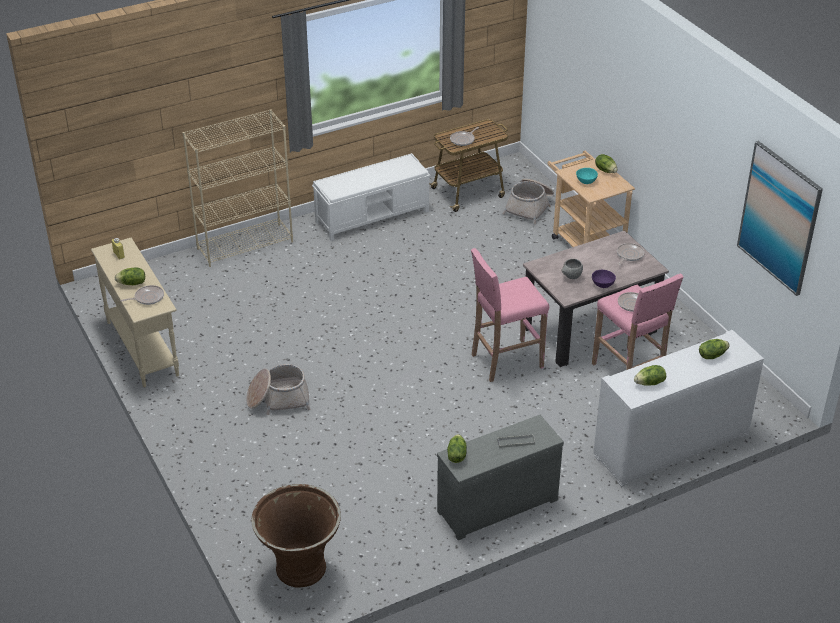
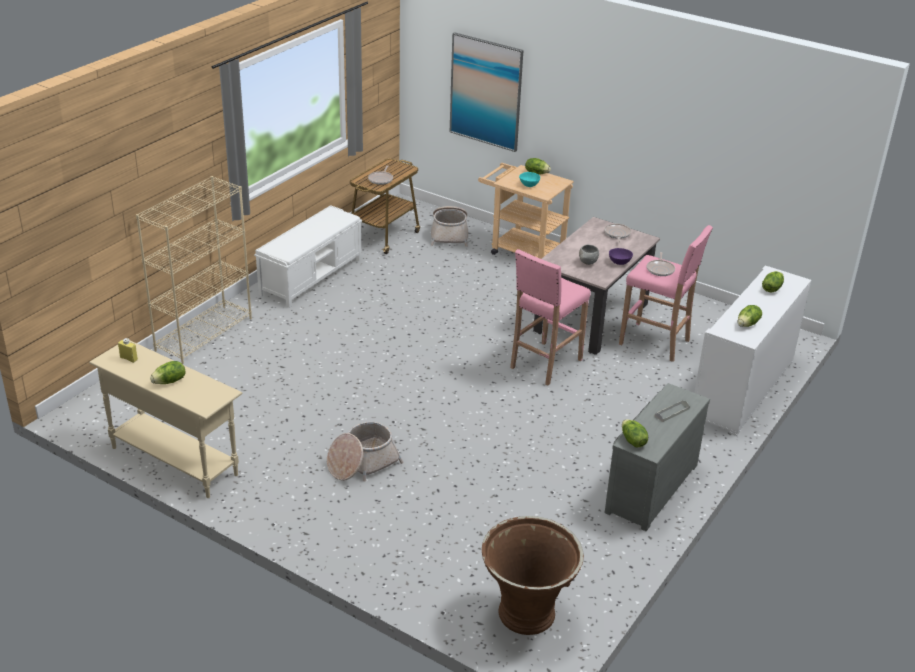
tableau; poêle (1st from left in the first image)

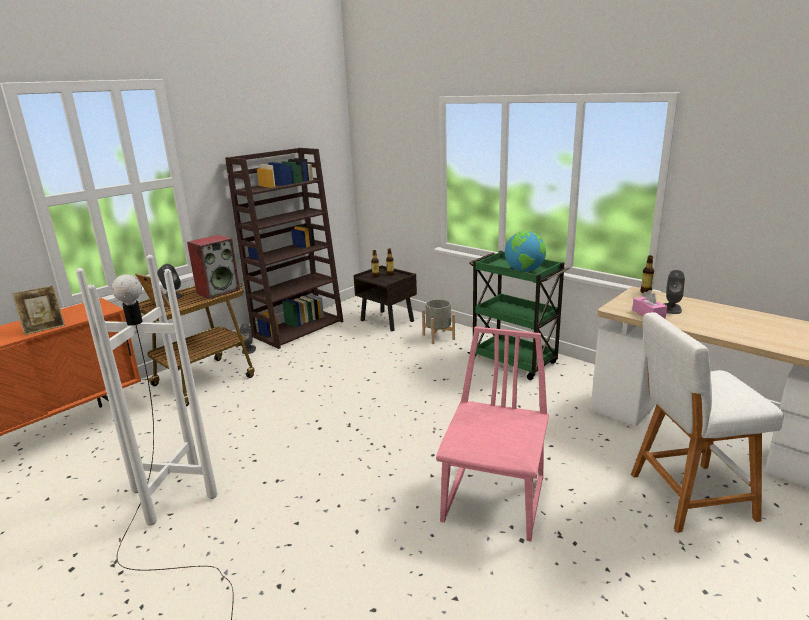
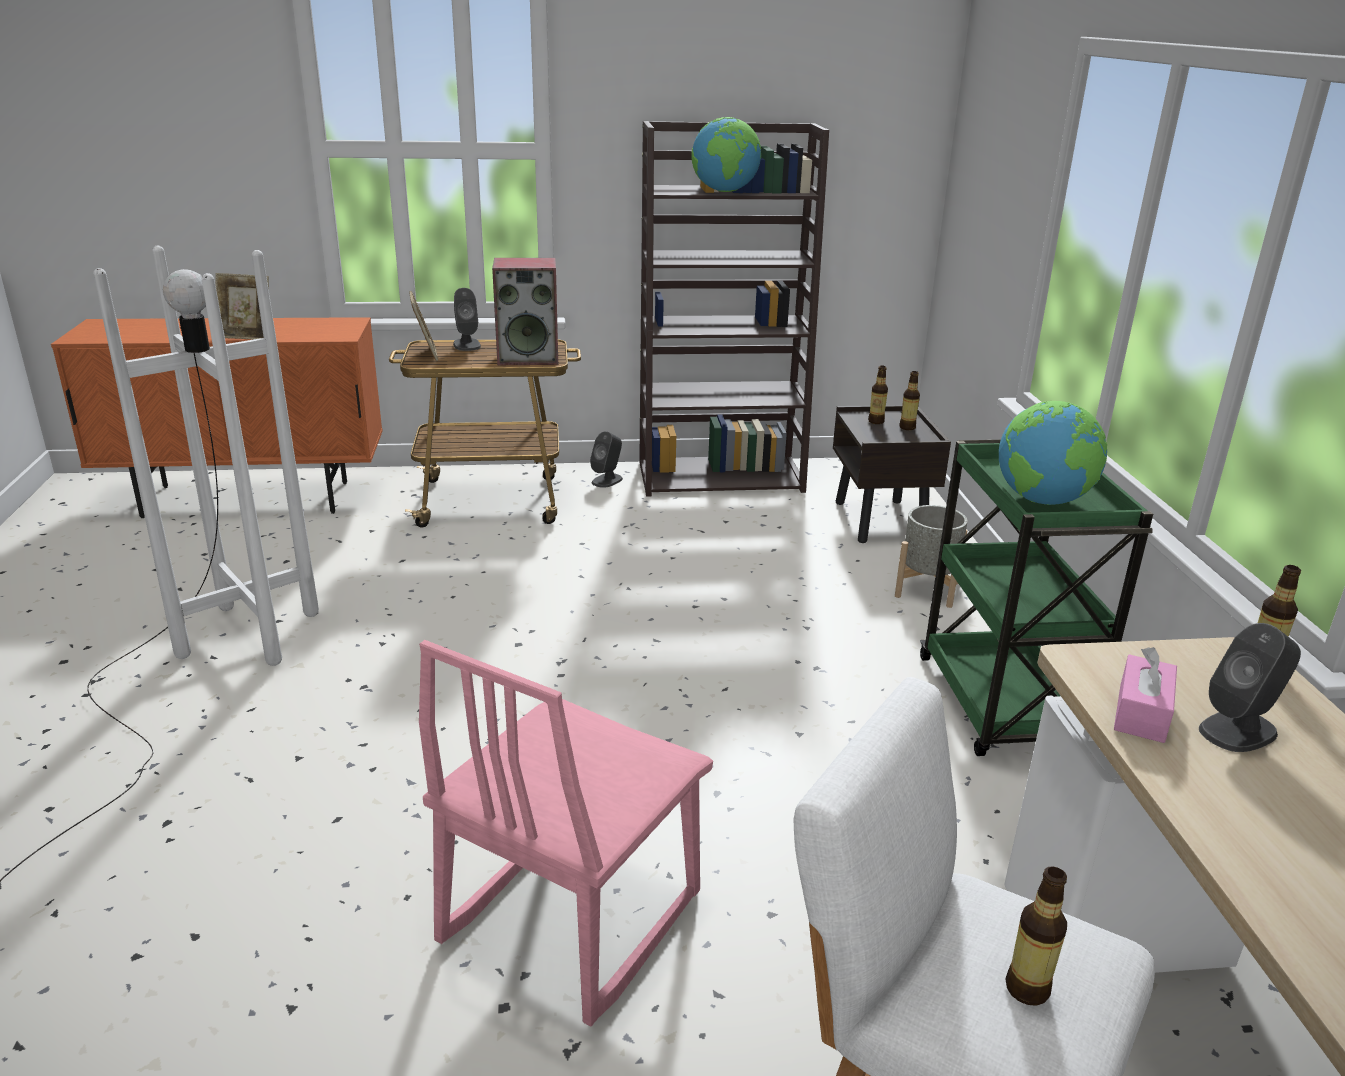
chaise/rose; globe (1st from left); bouteille (3rd from left)

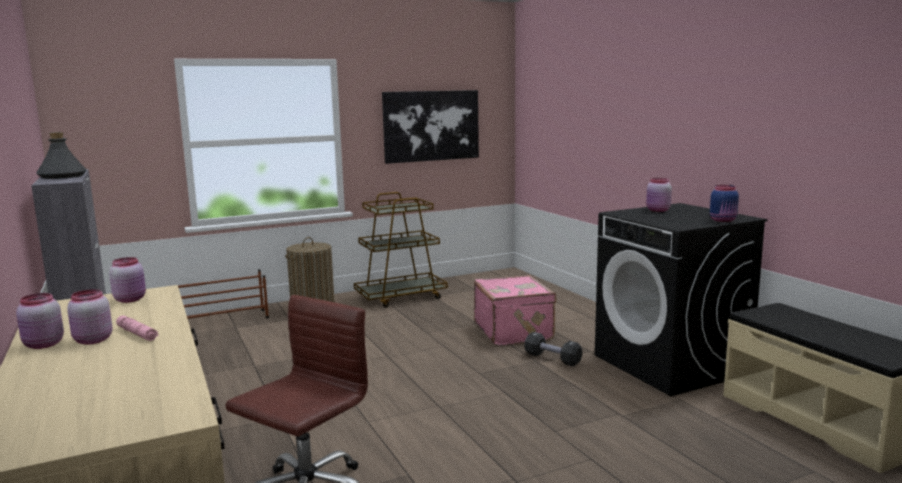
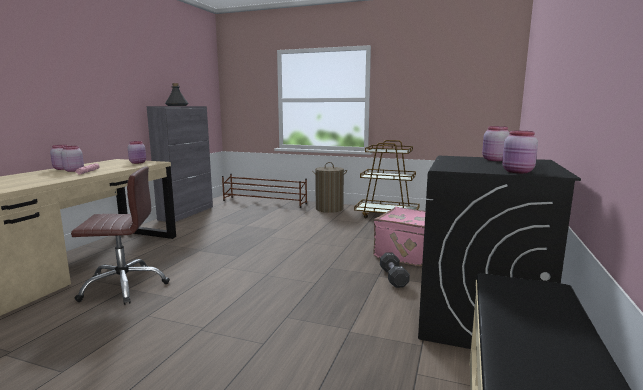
bocal/rose (5th from left); tableau

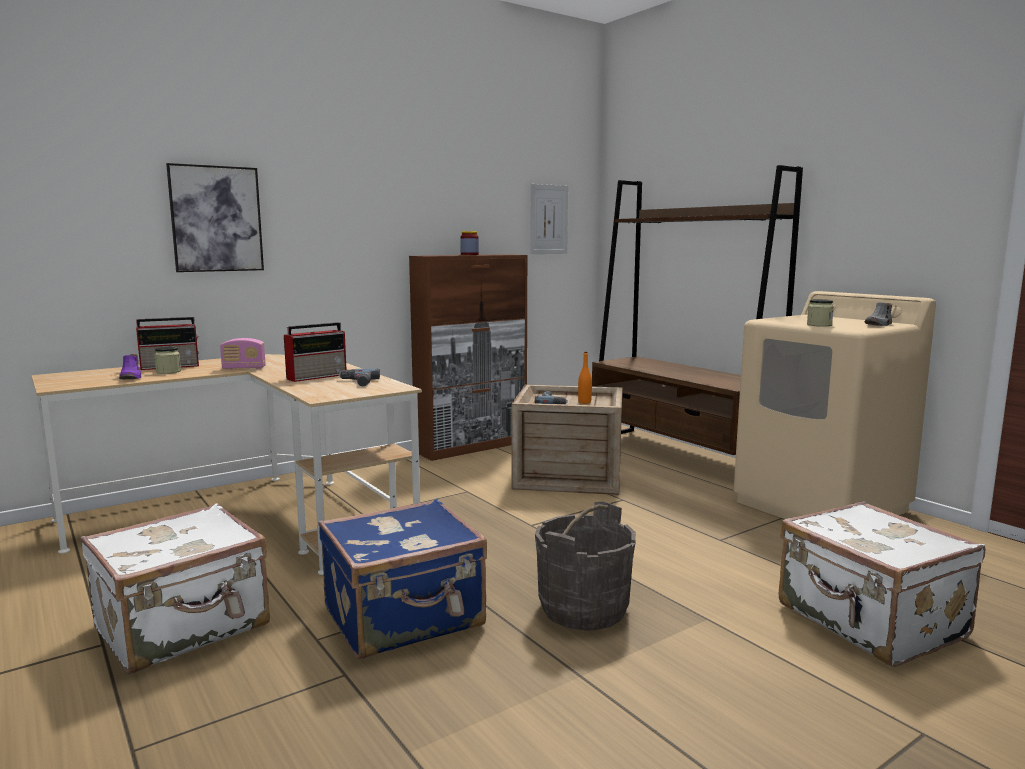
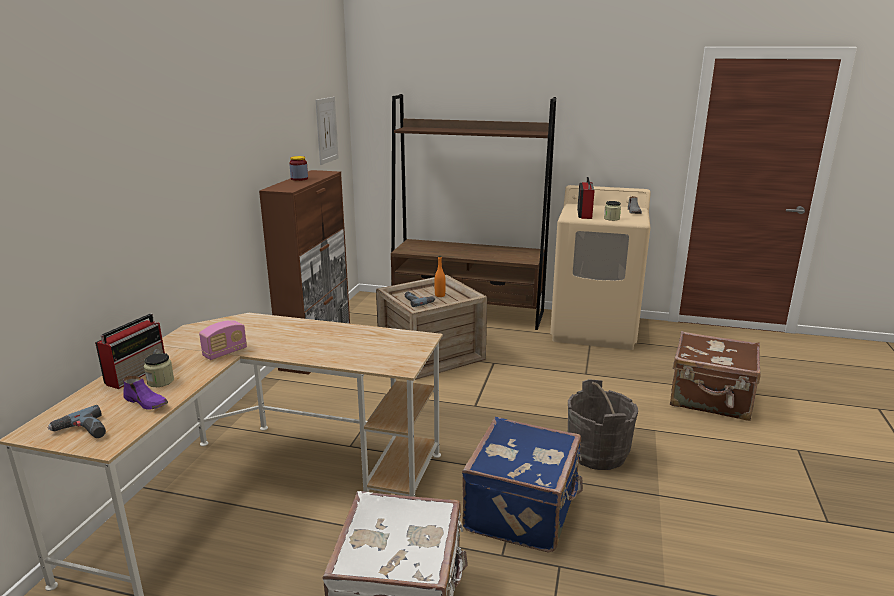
perceuse (1st from left); radio (3rd from left); valise/marron; tableau (1st from left in the first image)

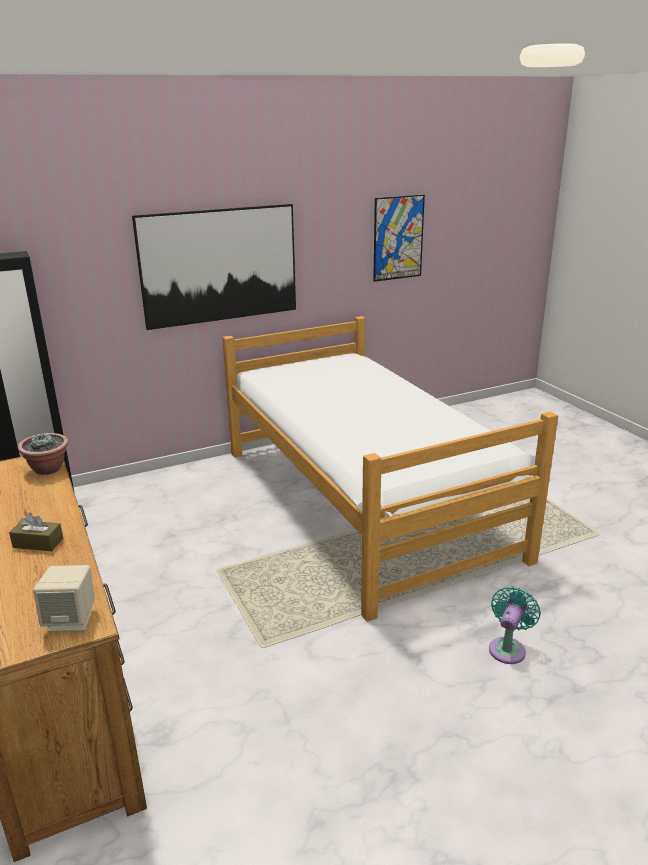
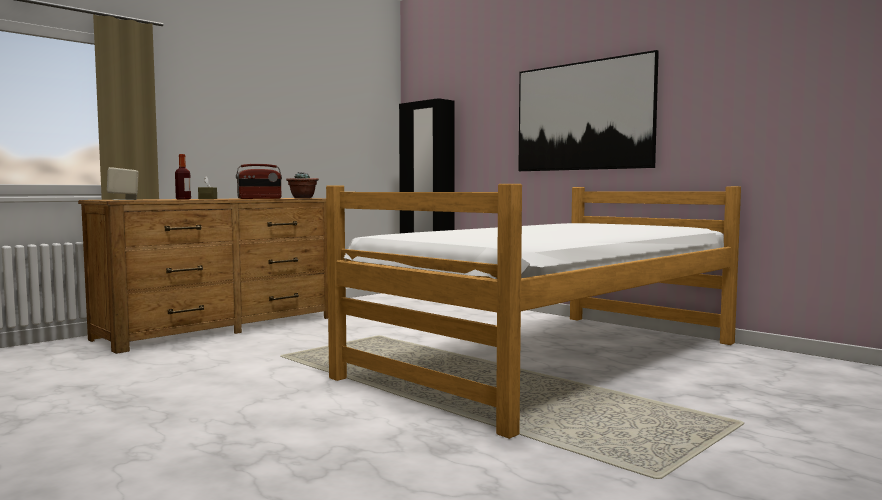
bouteille; radio; tableau (2nd from left in the first image); ventilateur/turquoise

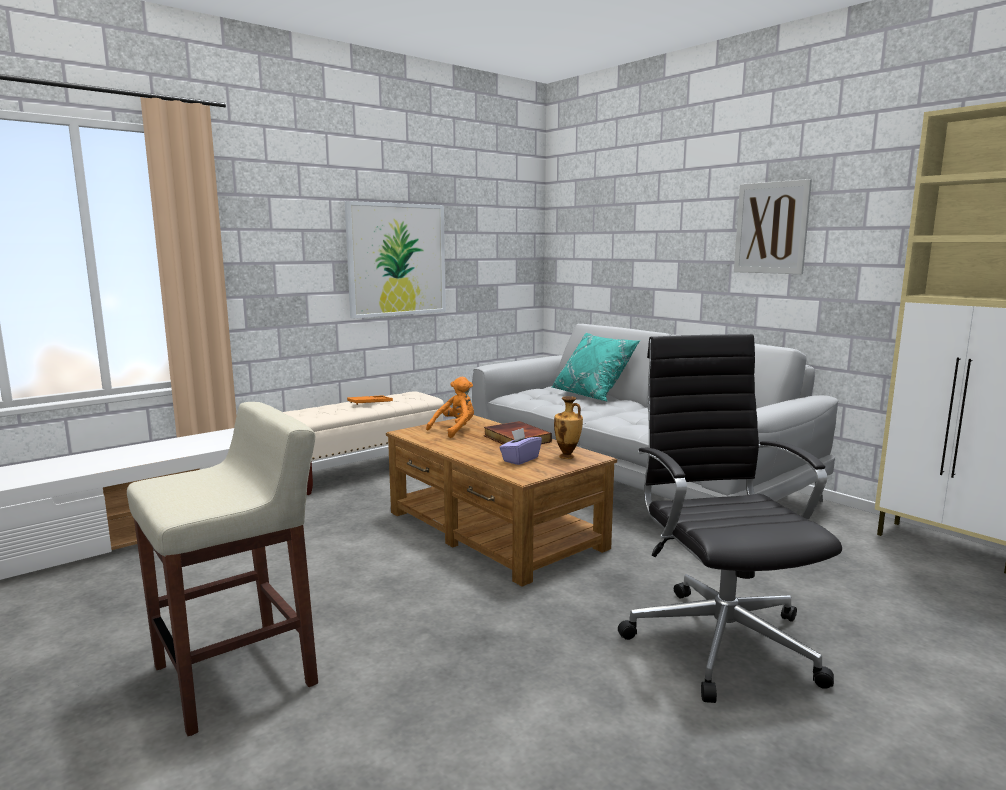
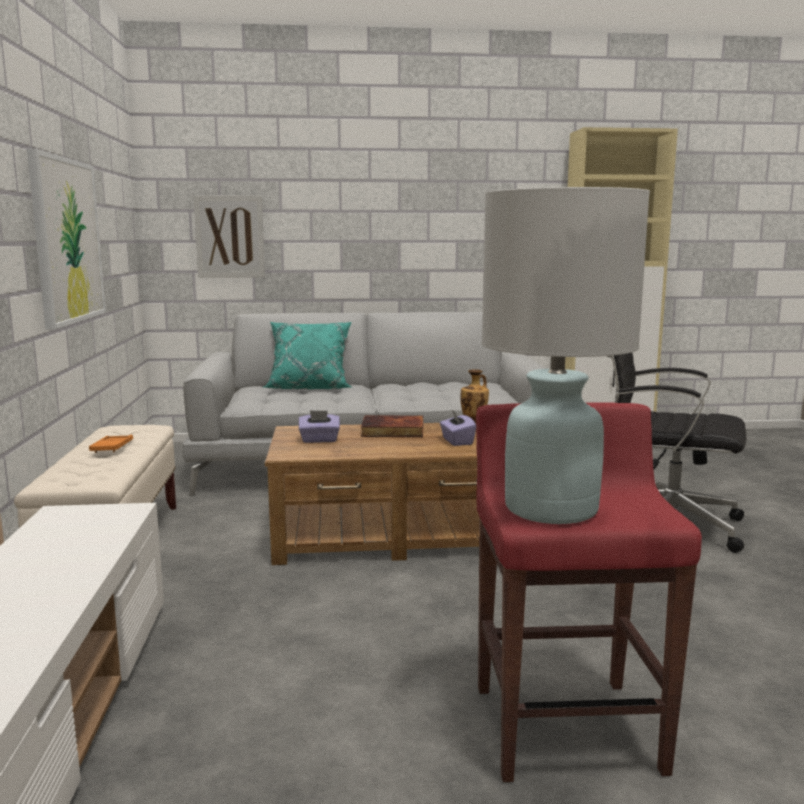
tableau (2nd from left); boîte à mouchoirs/violet (1st from left); tabouret/rouge; lampe de table/blanc

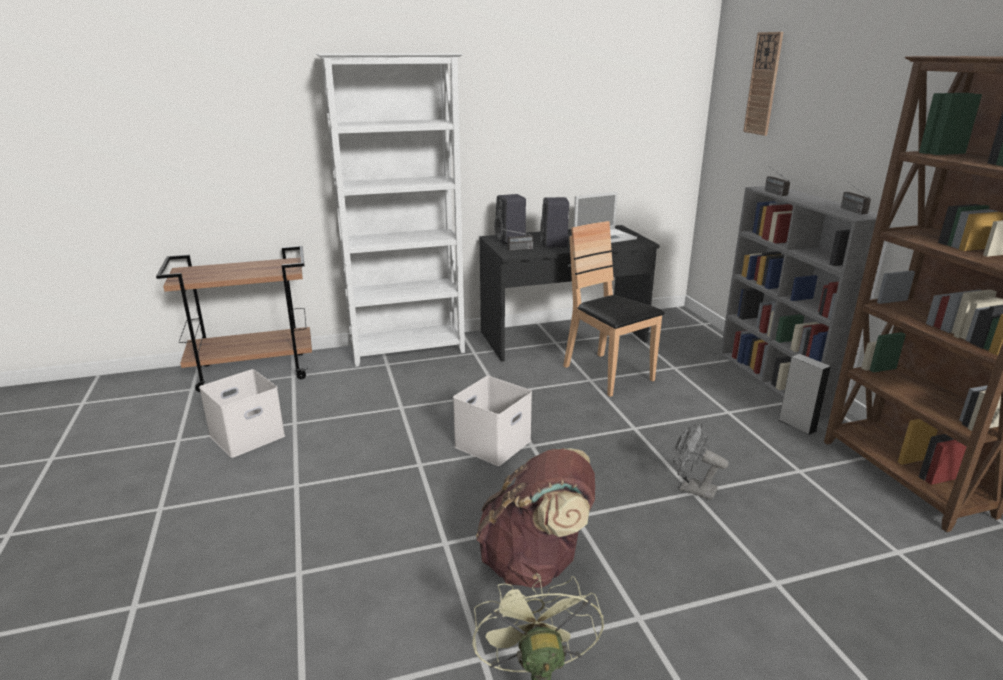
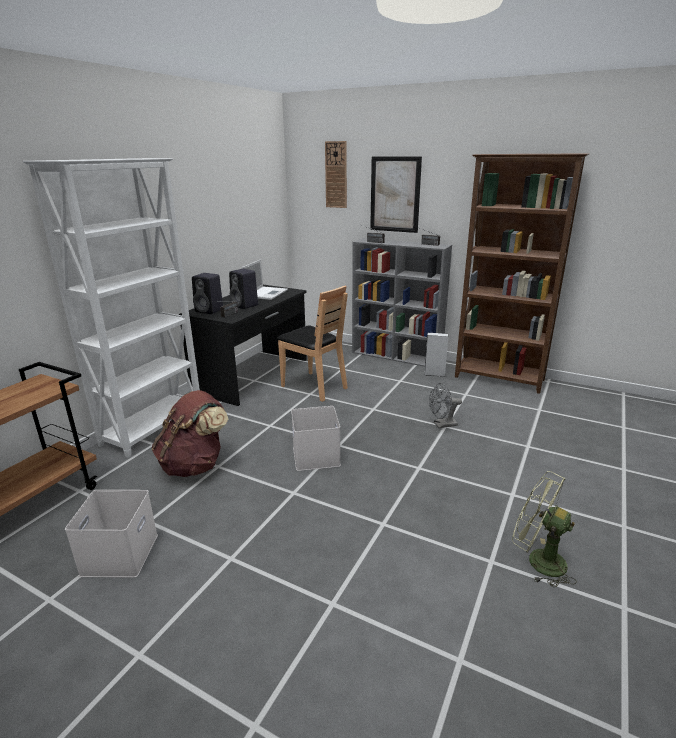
sac à dos/marron; chaise/marron; tableau

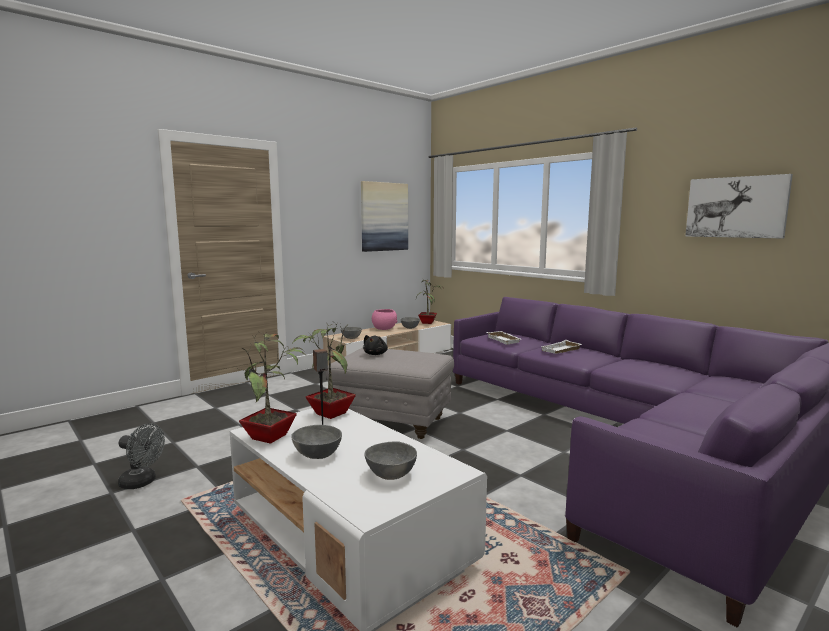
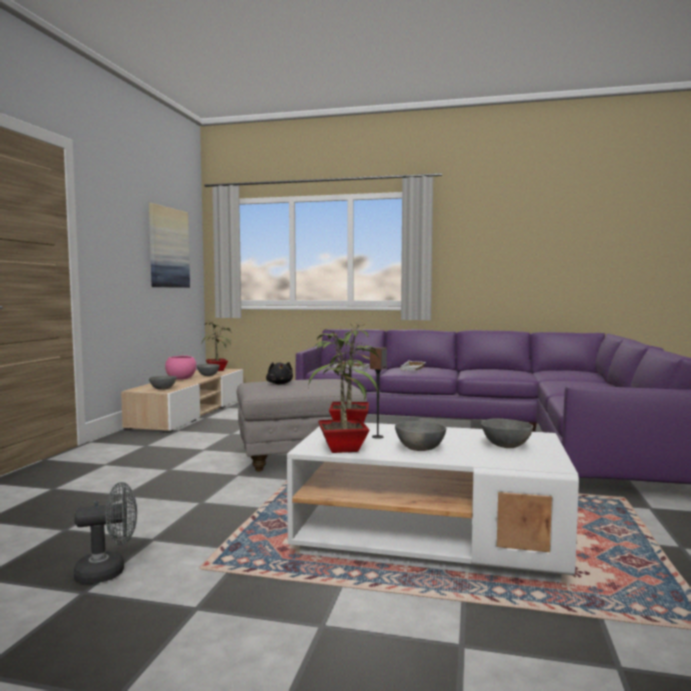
tableau (2nd from left in the first image)

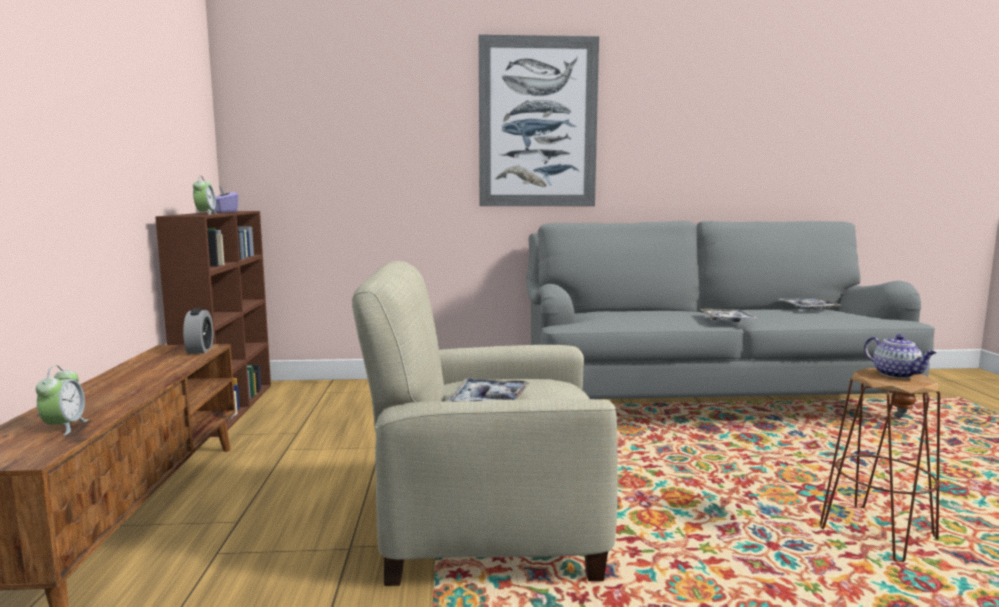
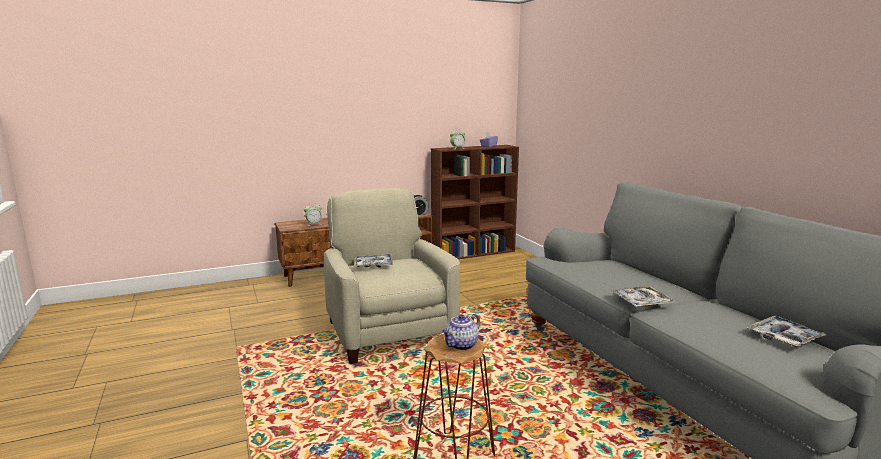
tableau

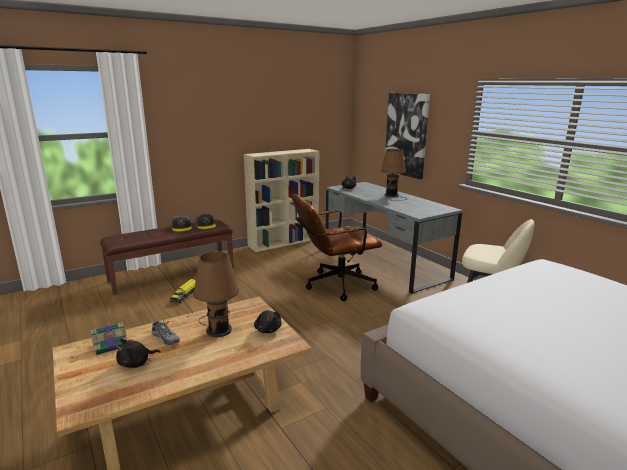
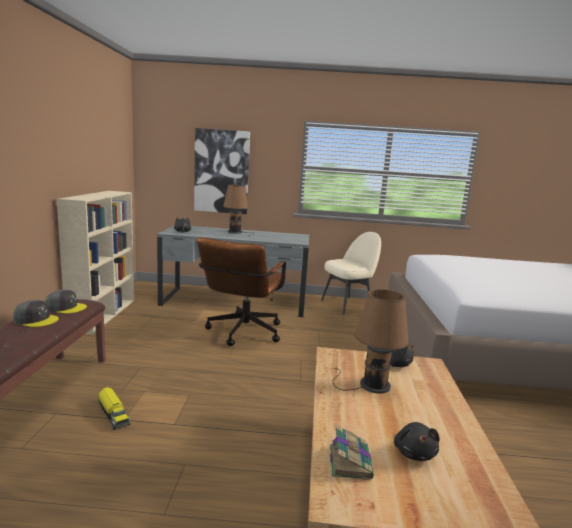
chaussure

